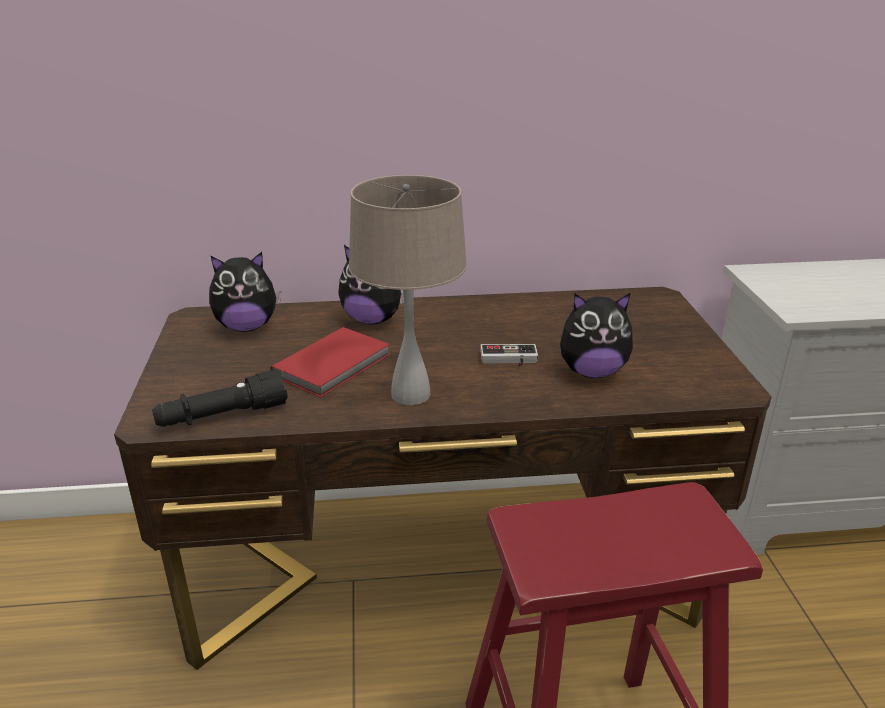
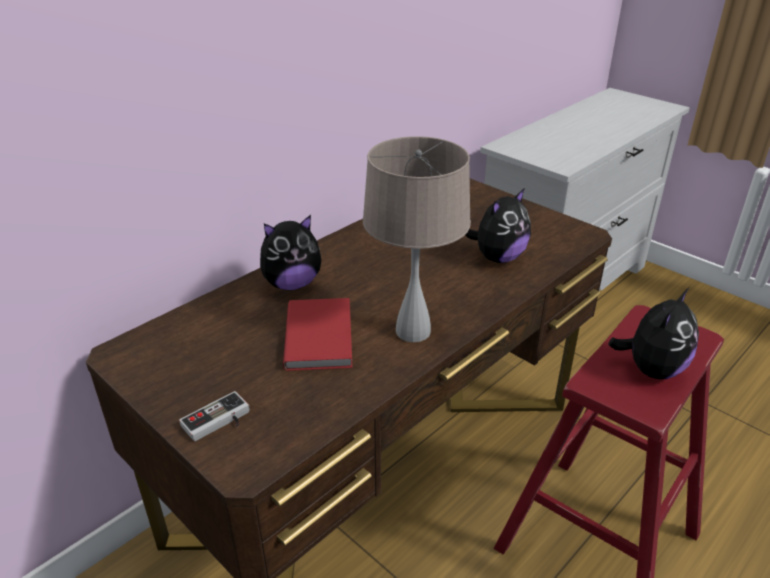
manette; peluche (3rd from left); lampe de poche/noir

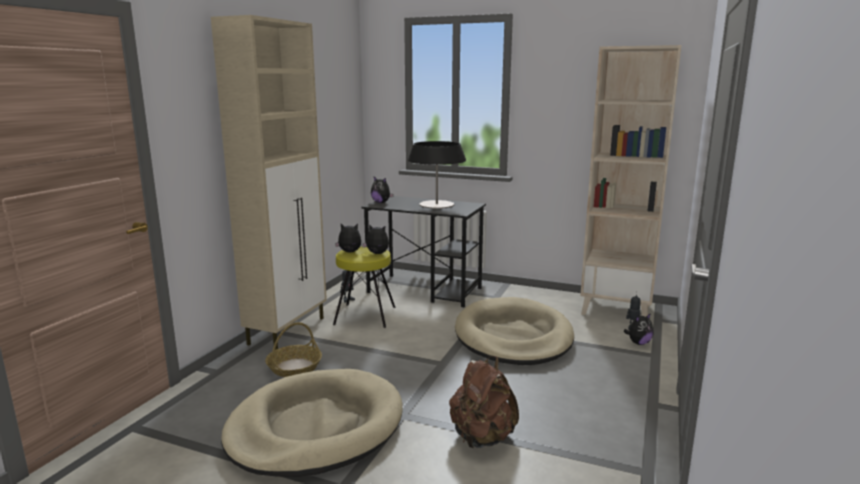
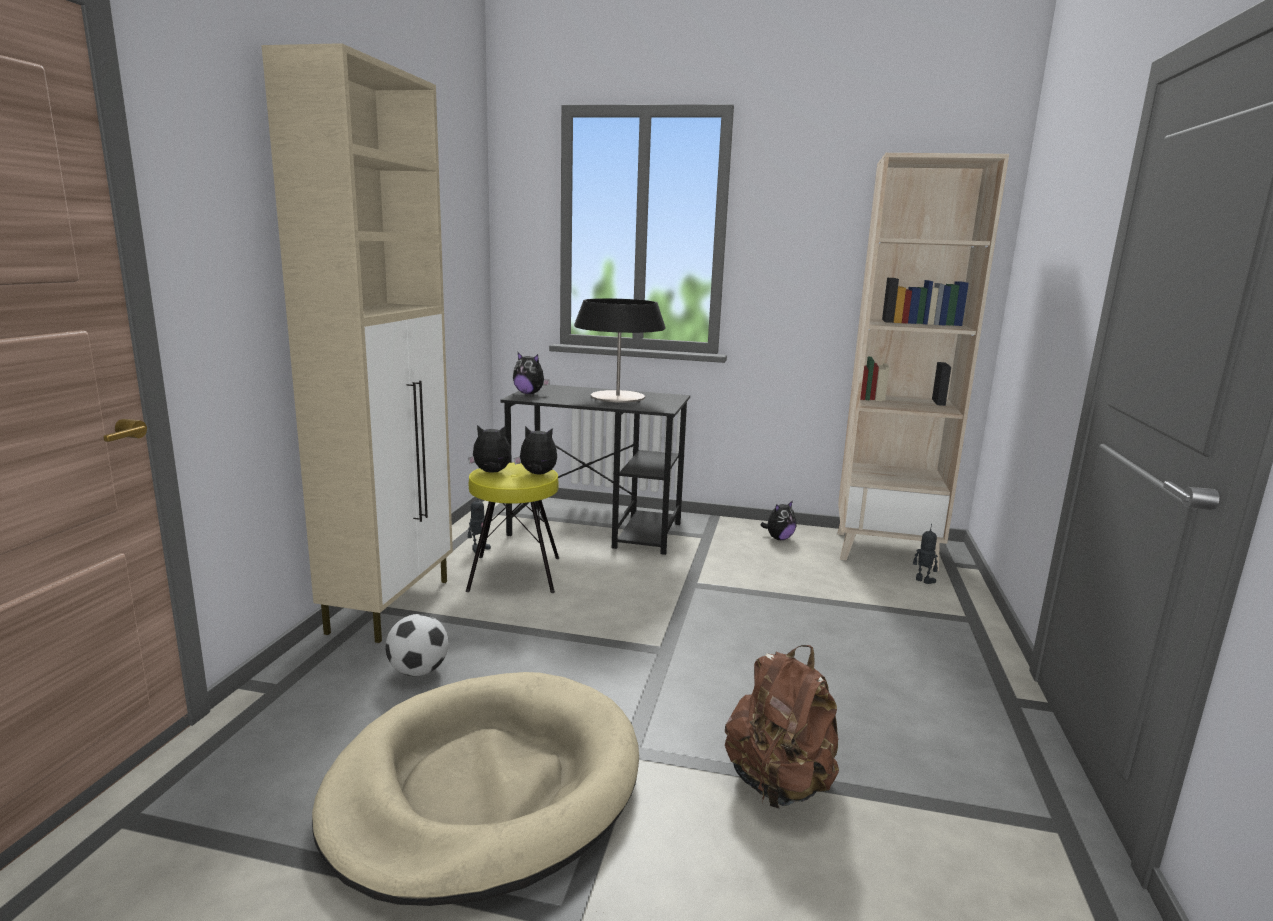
ballon de foot; peluche (4th from left); panier pour chien/beige (2nd from left in the first image)

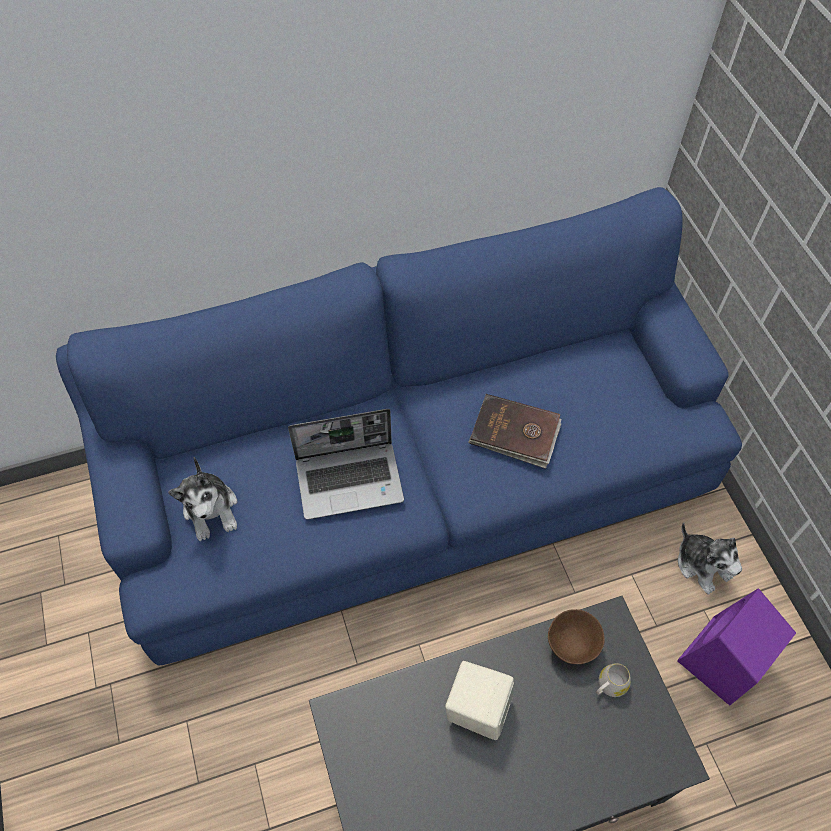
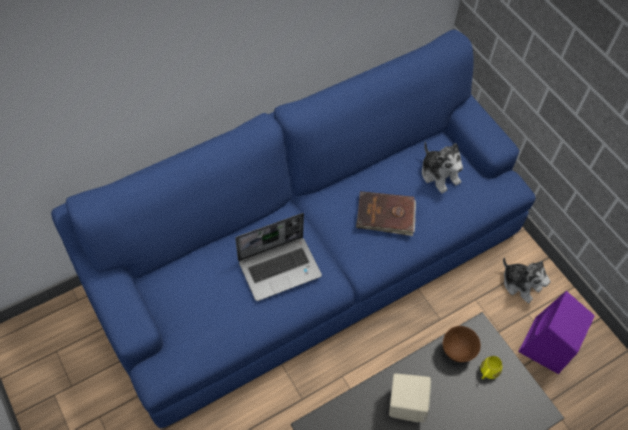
peluche (1st from left); mug/jaune

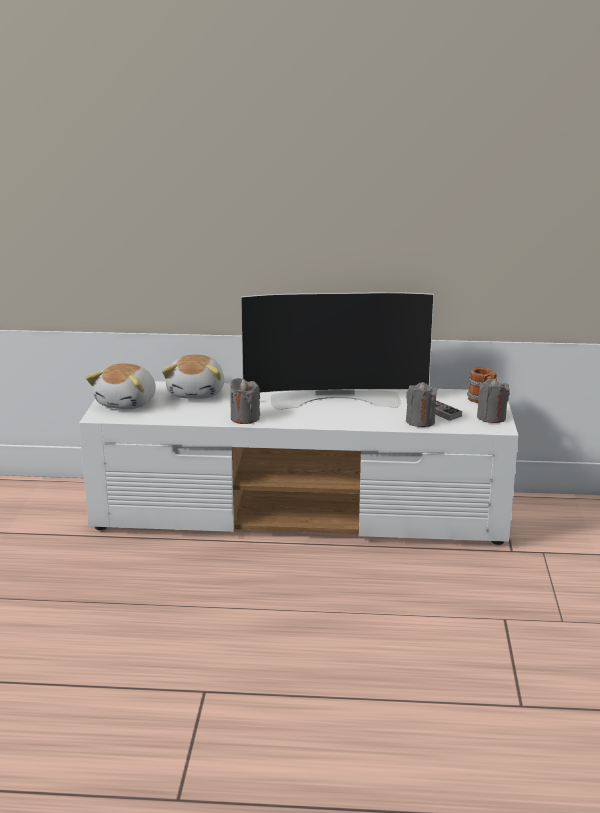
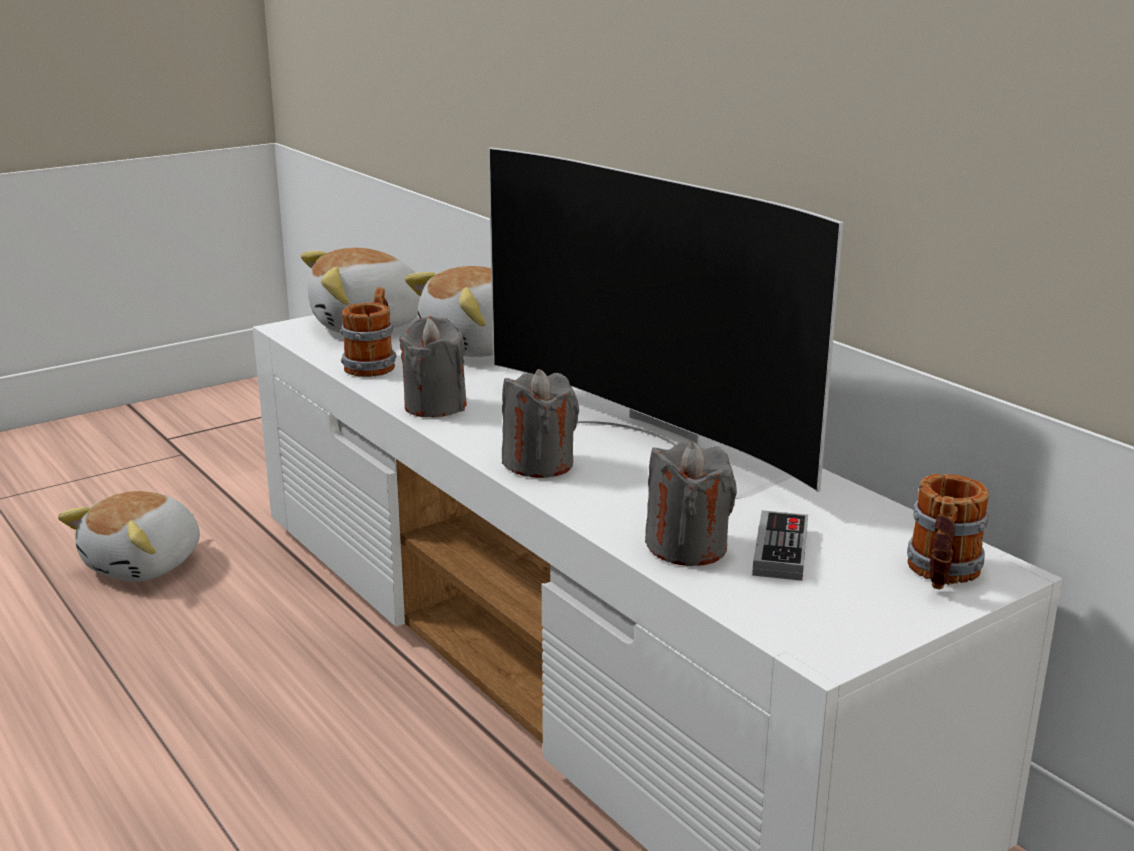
peluche (1st from left); mug (1st from left); bougie/gris (2nd from left)

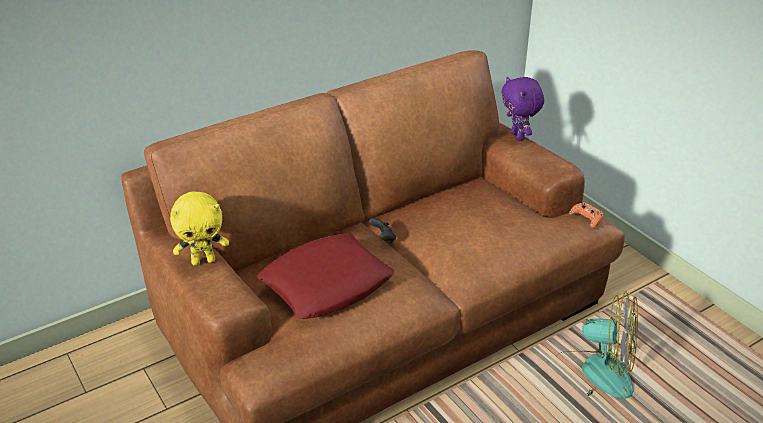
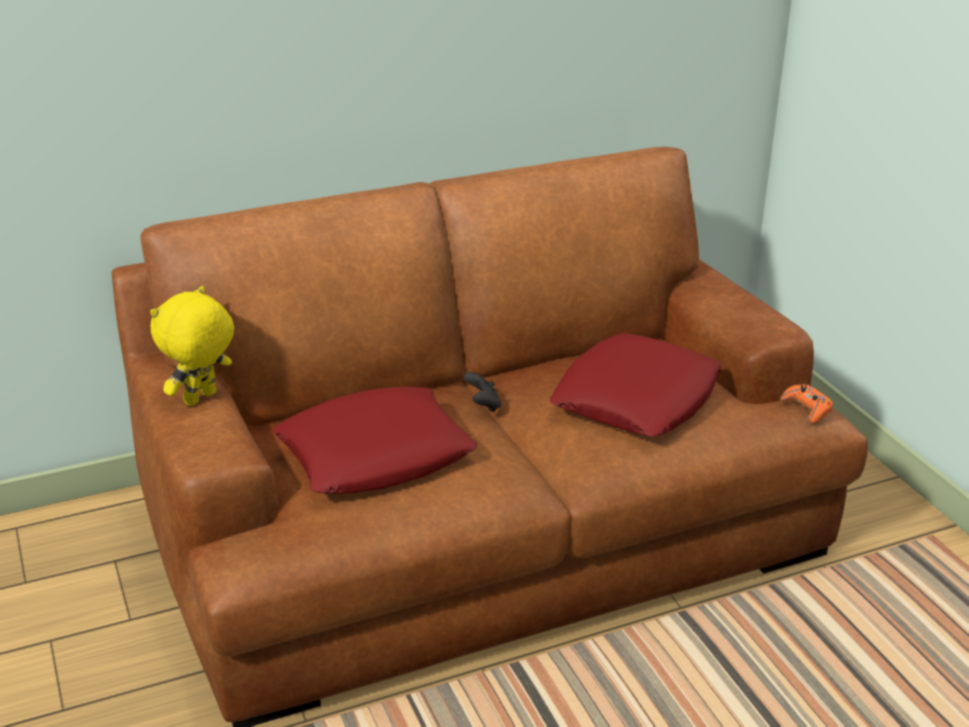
peluche/jaune; coussin/rouge (2nd from left); peluche/violet; ventilateur

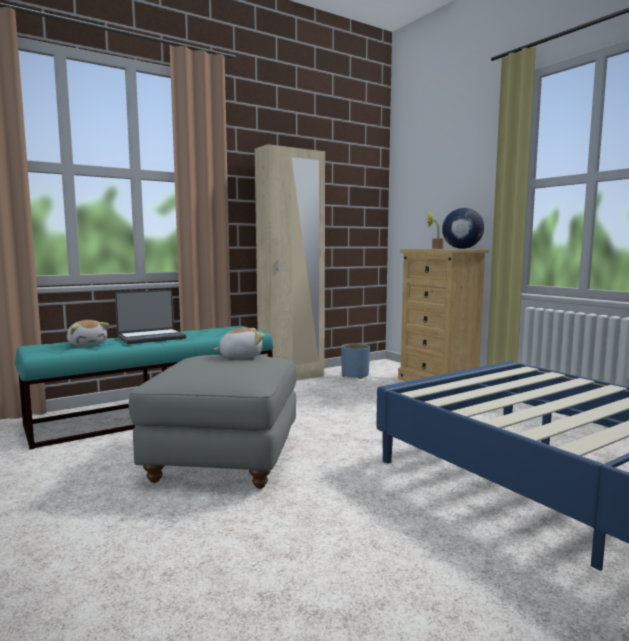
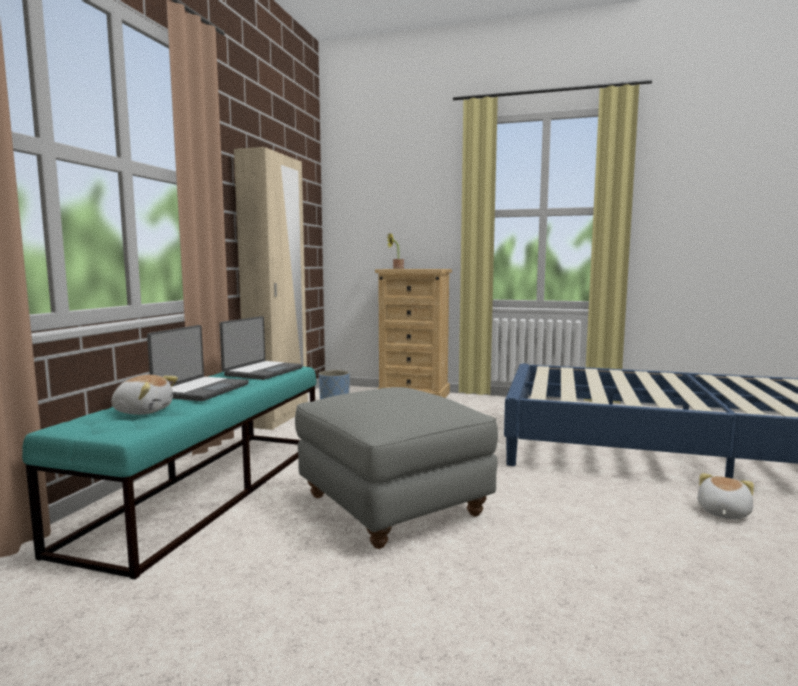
ordinateur portable (2nd from left); peluche (2nd from left); globe

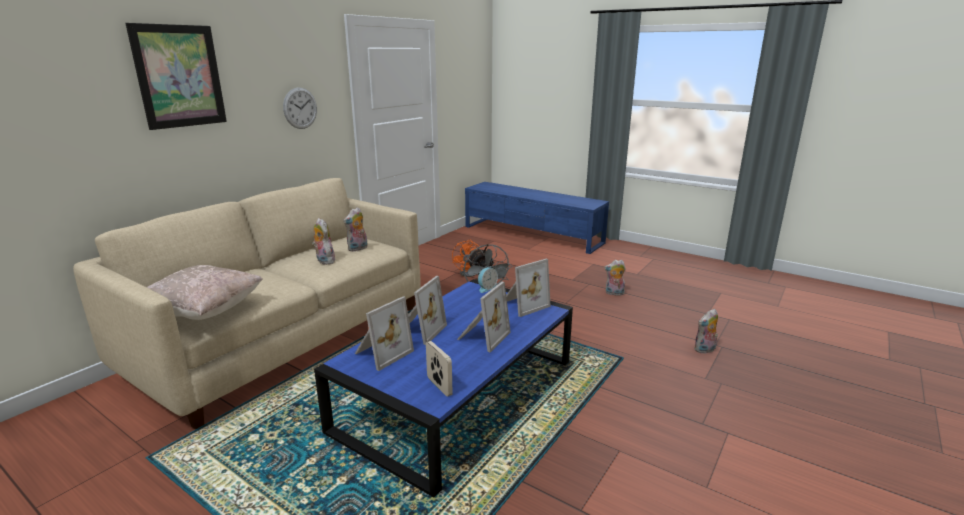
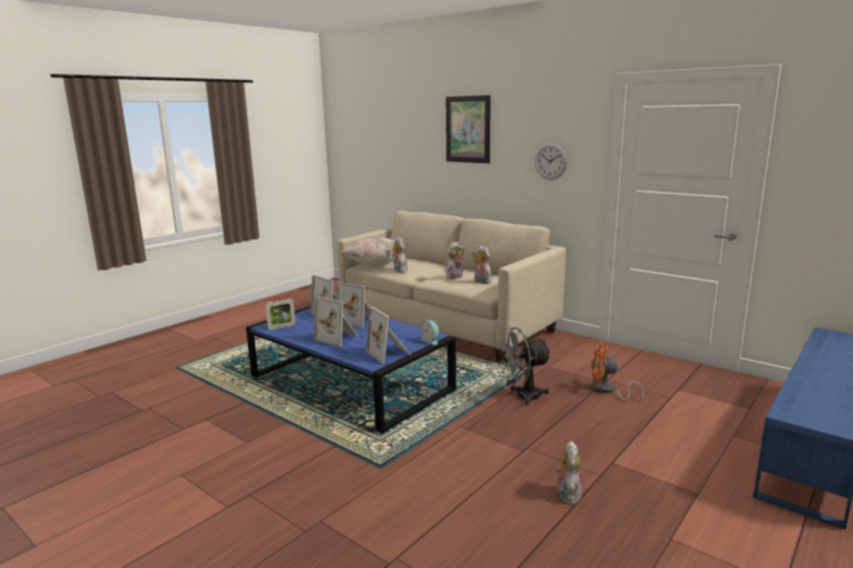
peluche (1st from left)

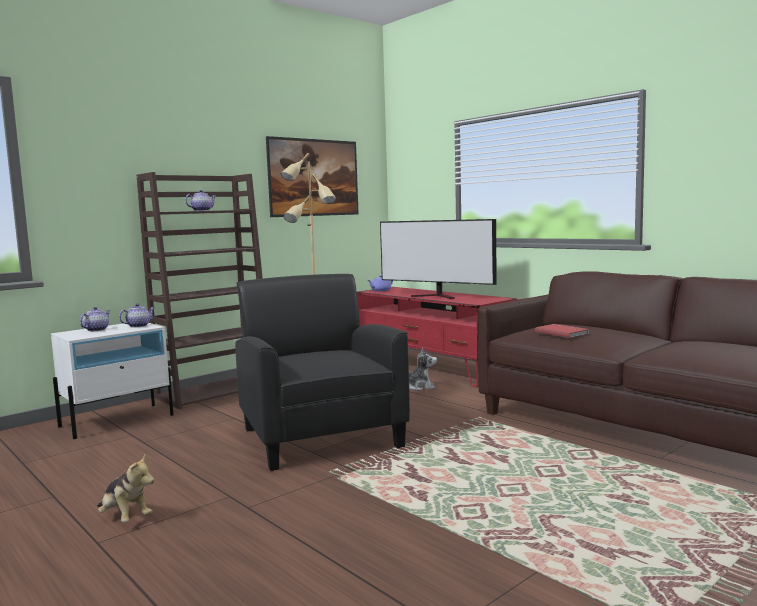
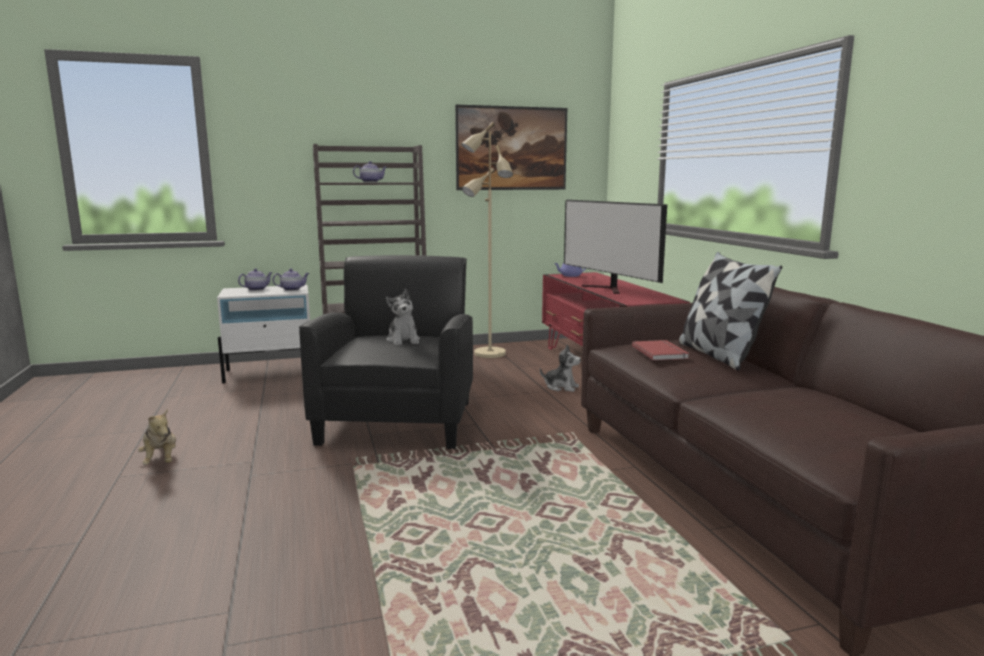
peluche (2nd from left); coussin

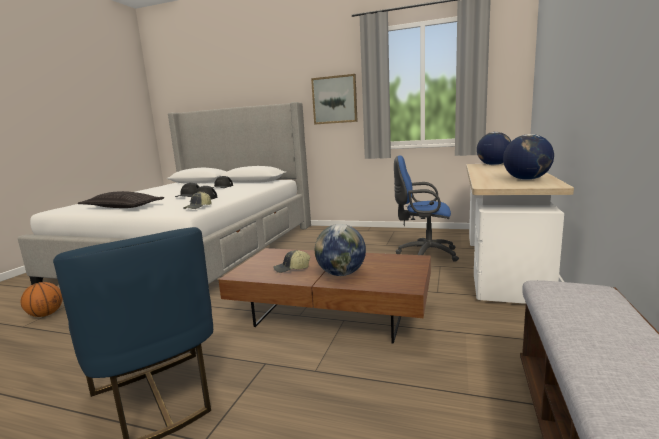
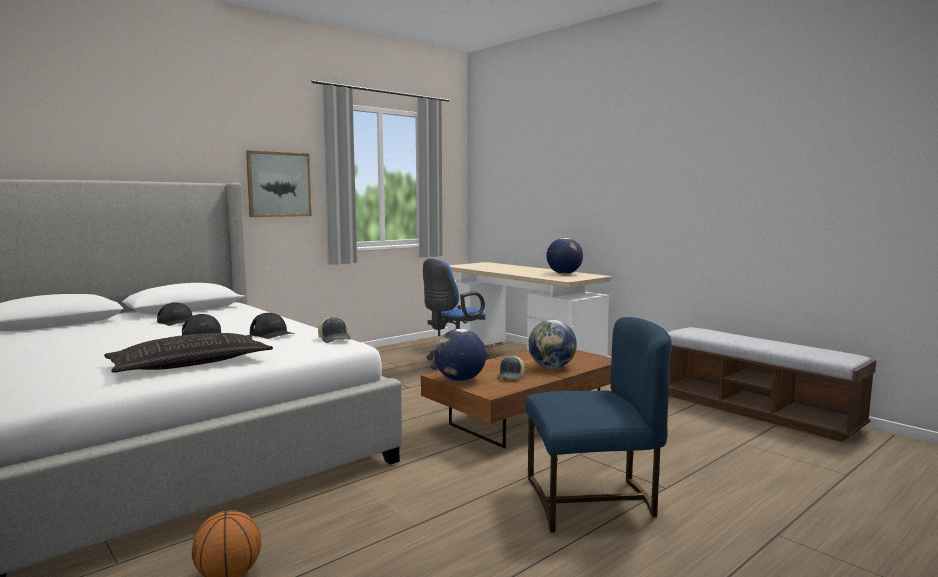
globe (1st from left)

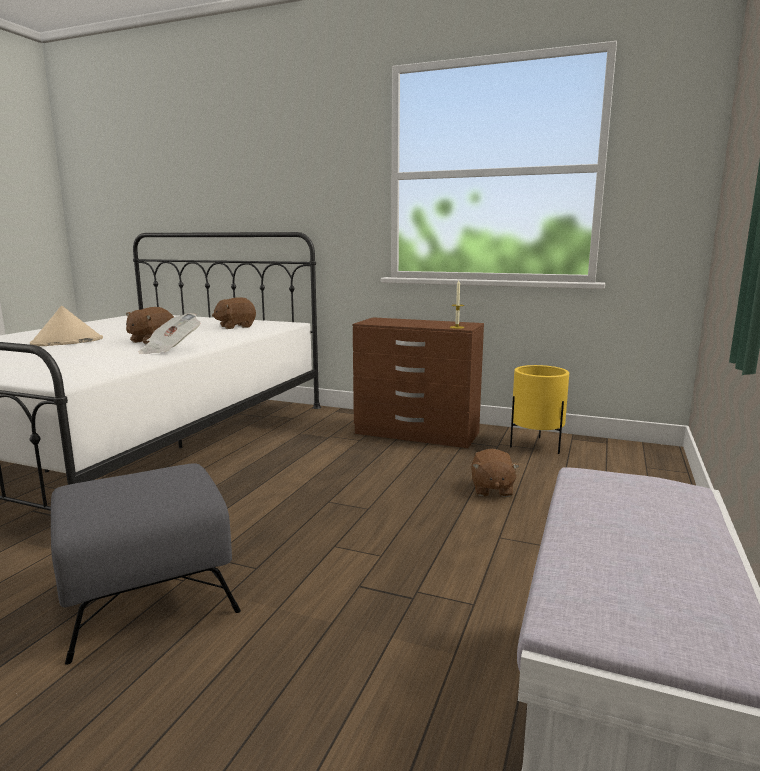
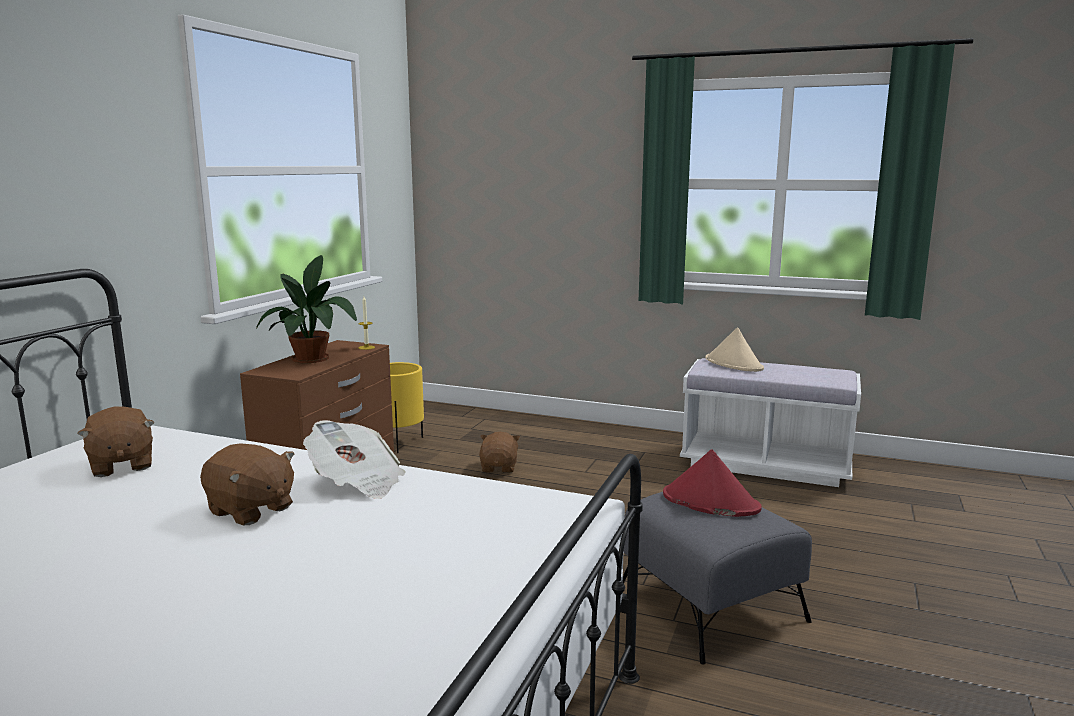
plante en pot; peluche/marron (3rd from left); chapeau/rouge; chapeau/beige

